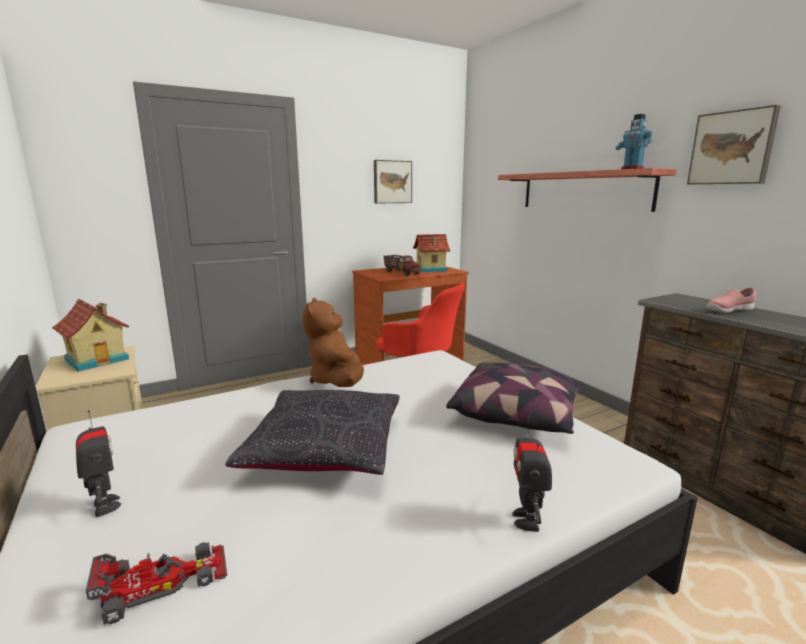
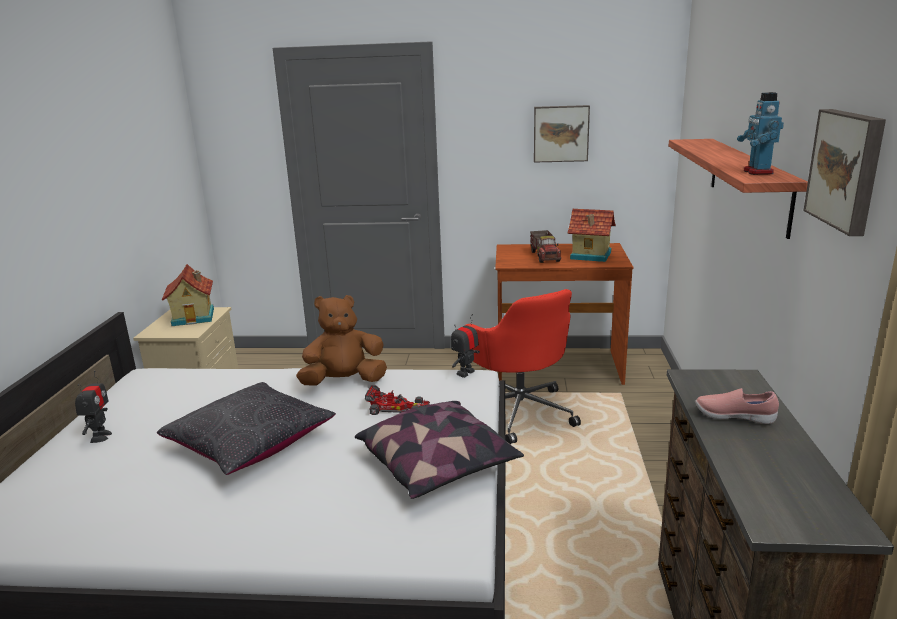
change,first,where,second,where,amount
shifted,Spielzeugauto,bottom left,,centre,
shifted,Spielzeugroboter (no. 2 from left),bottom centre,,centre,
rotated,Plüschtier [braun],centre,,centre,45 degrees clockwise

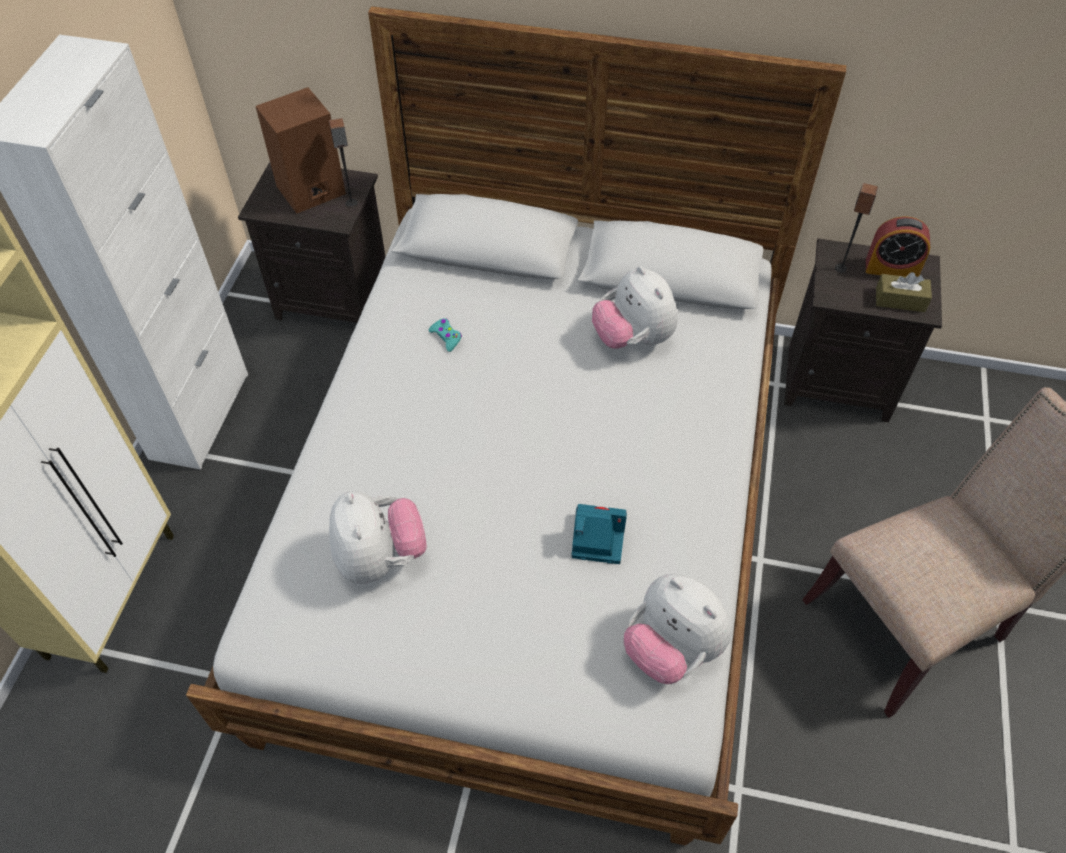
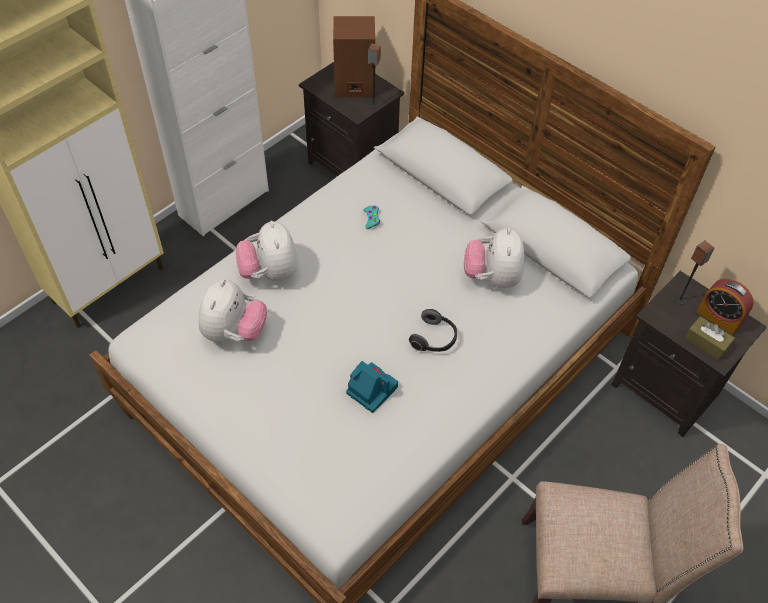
change,first,where,second,where,amount
new,,,Kopfhörer,centre,
shifted,Plüschtier (no. 3 from left in the first image),bottom centre,Plüschtier (no. 2 from left),centre,

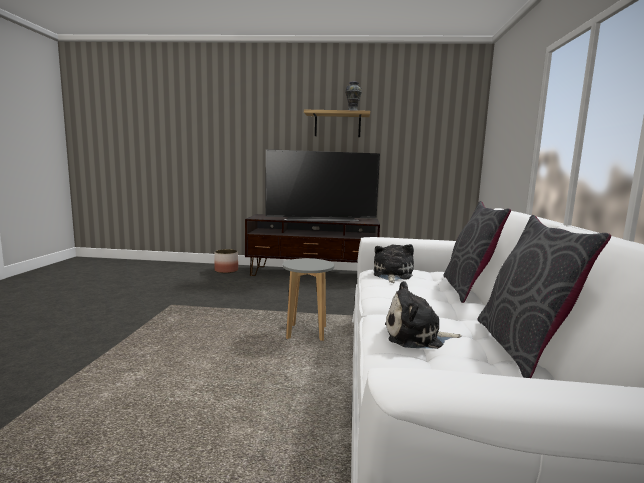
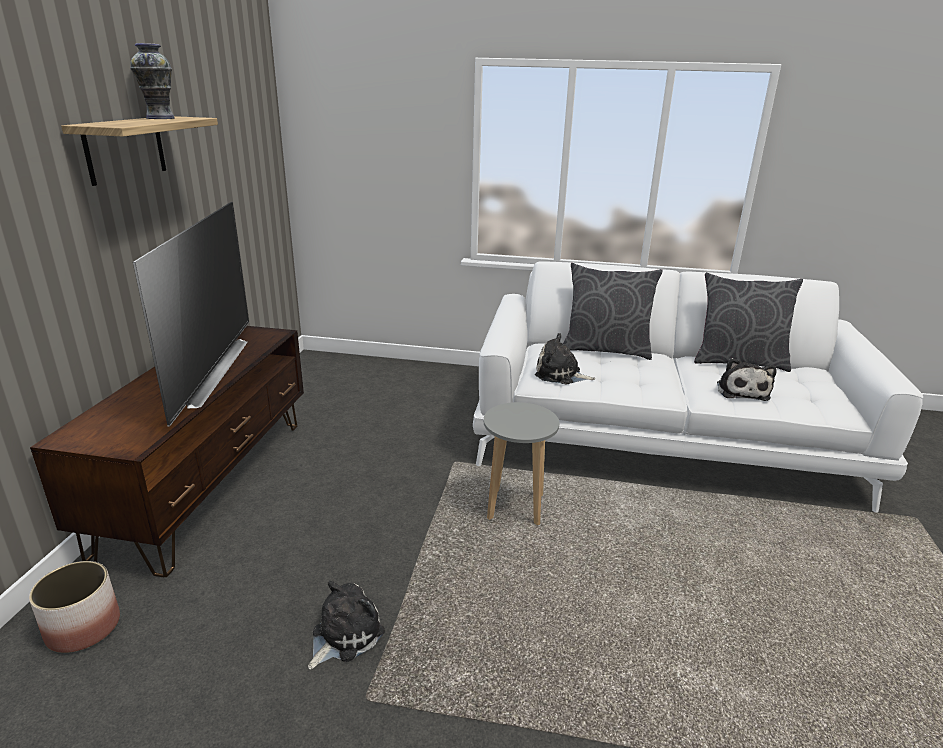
change,first,where,second,where,amount
new,,,Plüschtier (no. 1 from left),bottom centre,

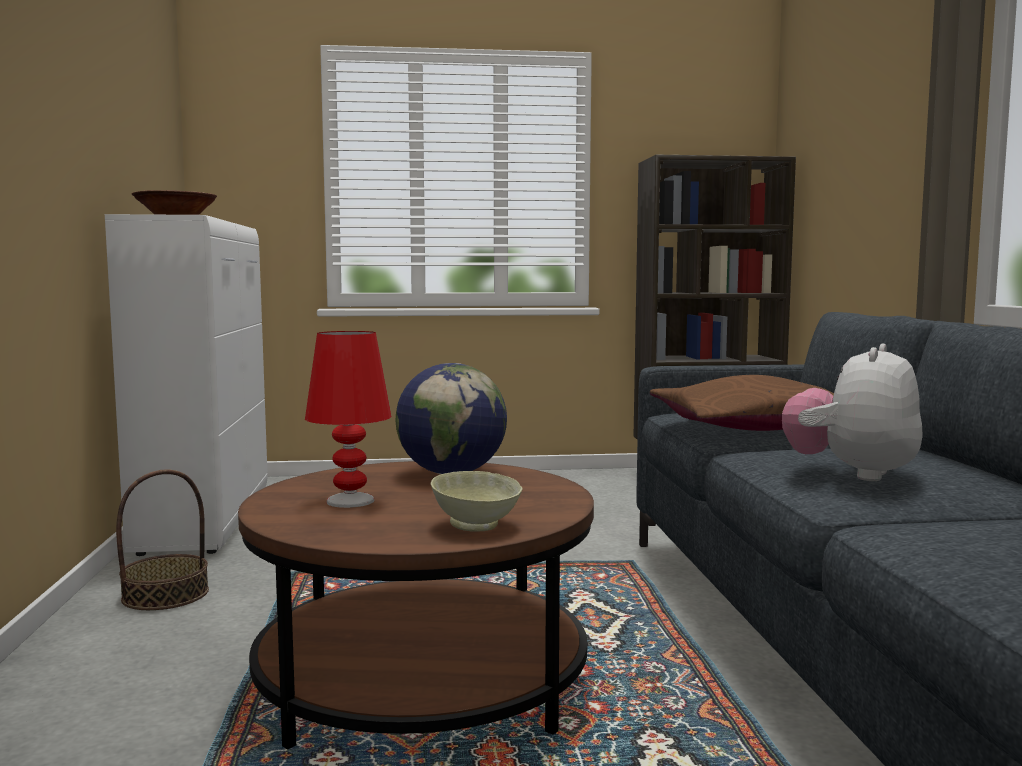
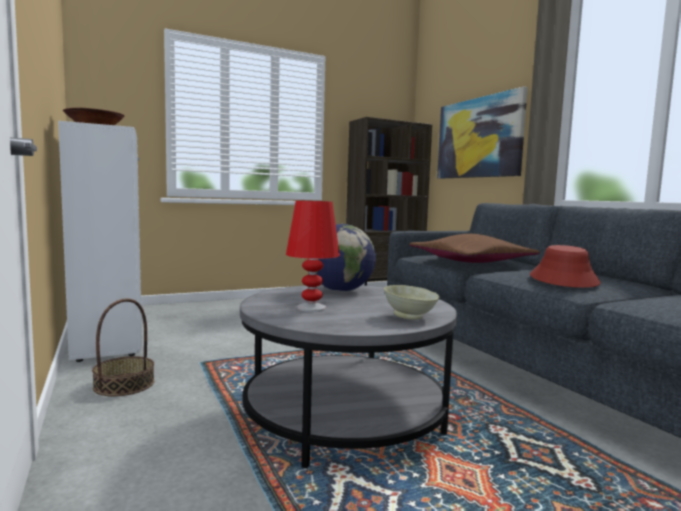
change,first,where,second,where,amount
new,,,Bild,top right,
swapped,Plüschtier,middle right,Hut [rot],middle right,
repainted,Couchtisch [braun],bottom centre,Couchtisch [grau],bottom centre,

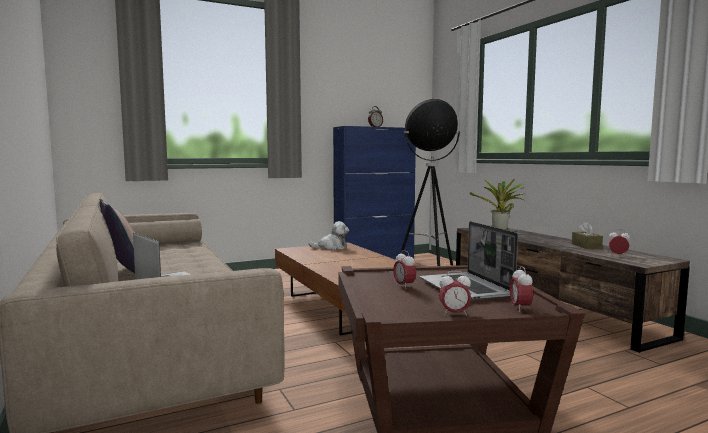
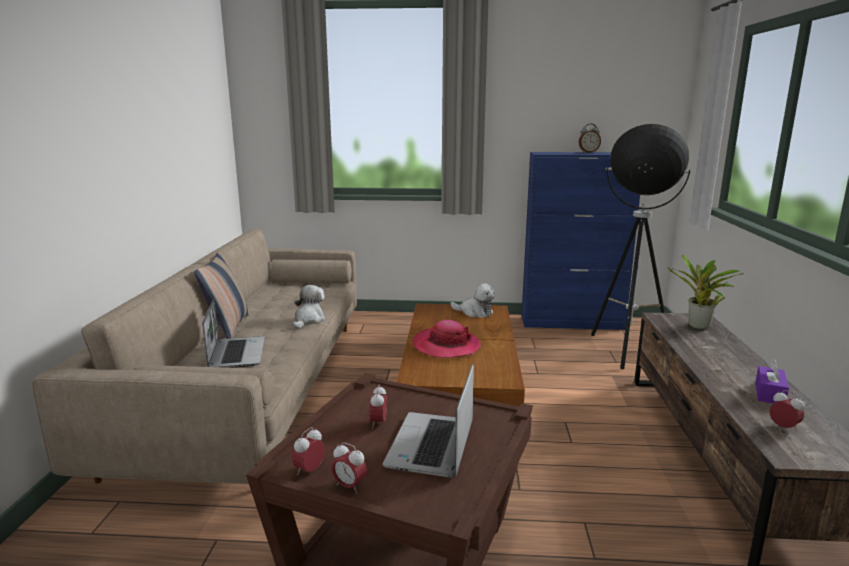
change,first,where,second,where,amount
new,,,Plüschtier (no. 1 from left),centre,
new,,,Hut,centre,
shifted,Wecker (no. 4 from left in the first image),bottom right,Wecker (no. 1 from left),bottom centre,
repainted,Taschentuchbox [braun],middle right,Taschentuchbox [lila],bottom right,

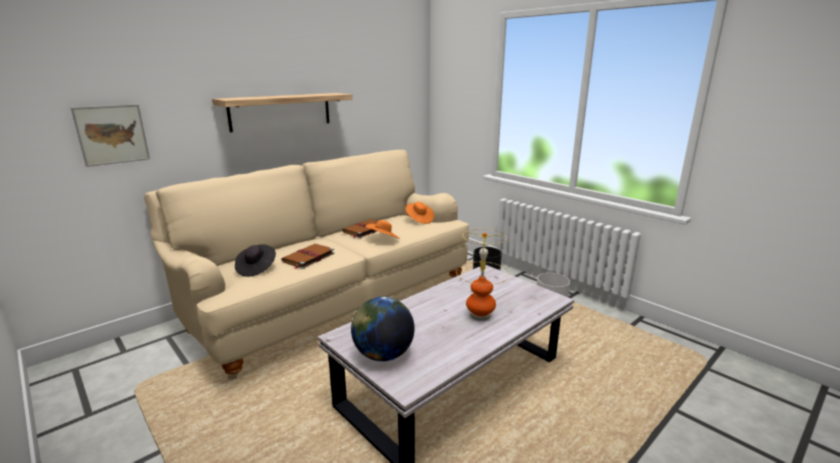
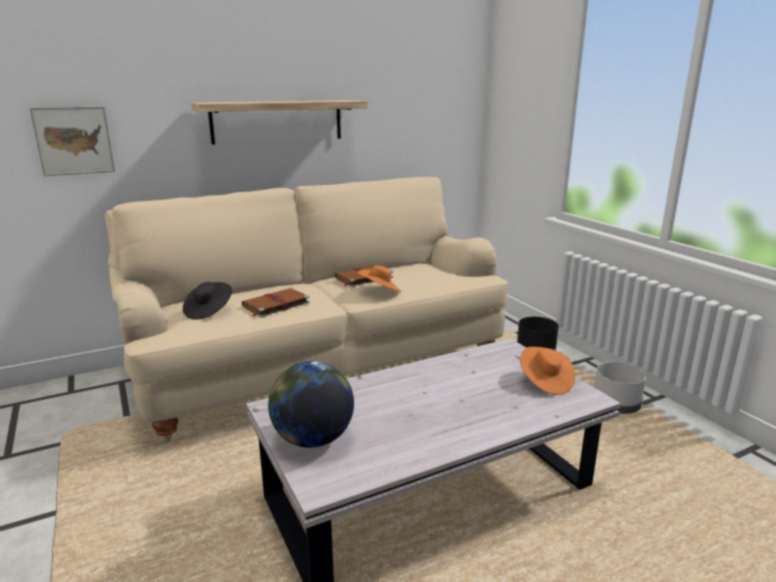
change,first,where,second,where,amount
gone,Tischlampe,centre,,,
shifted,Hut [orange] (no. 2 from left),centre,,middle right,

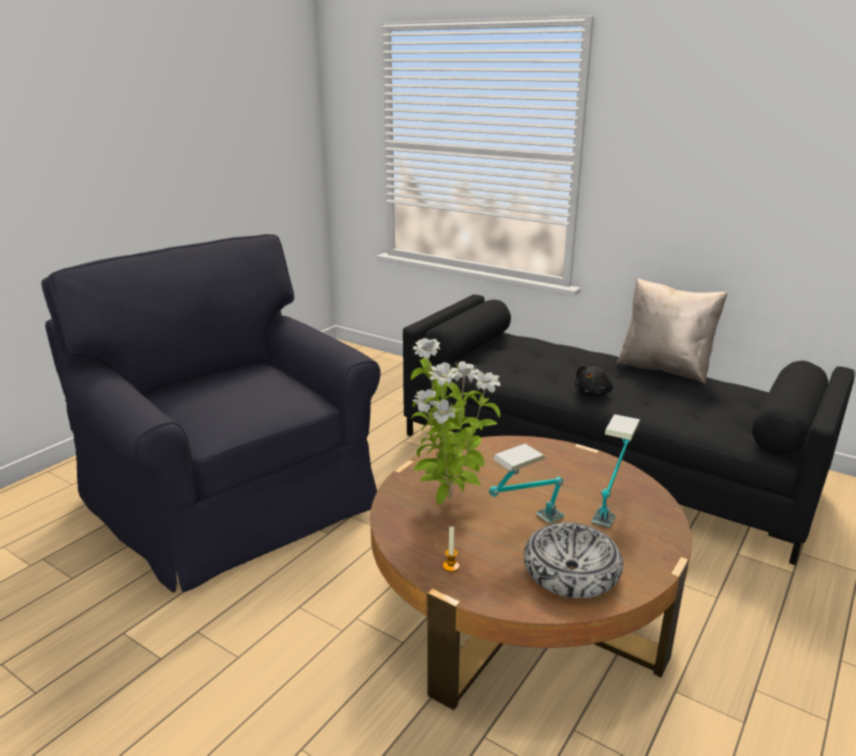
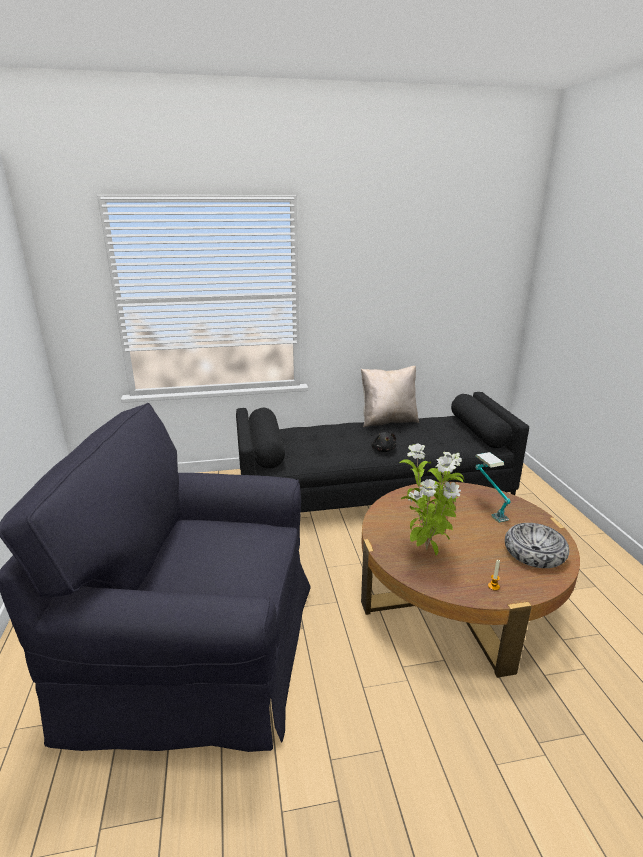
change,first,where,second,where,amount
gone,Tischlampe (no. 1 from left),centre,,,

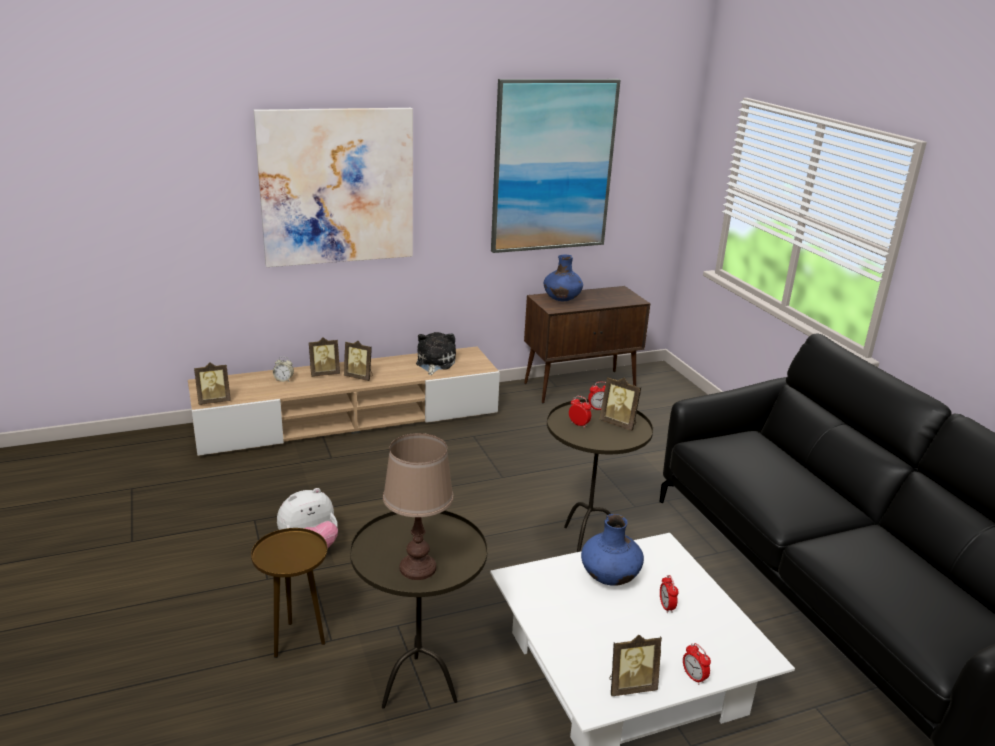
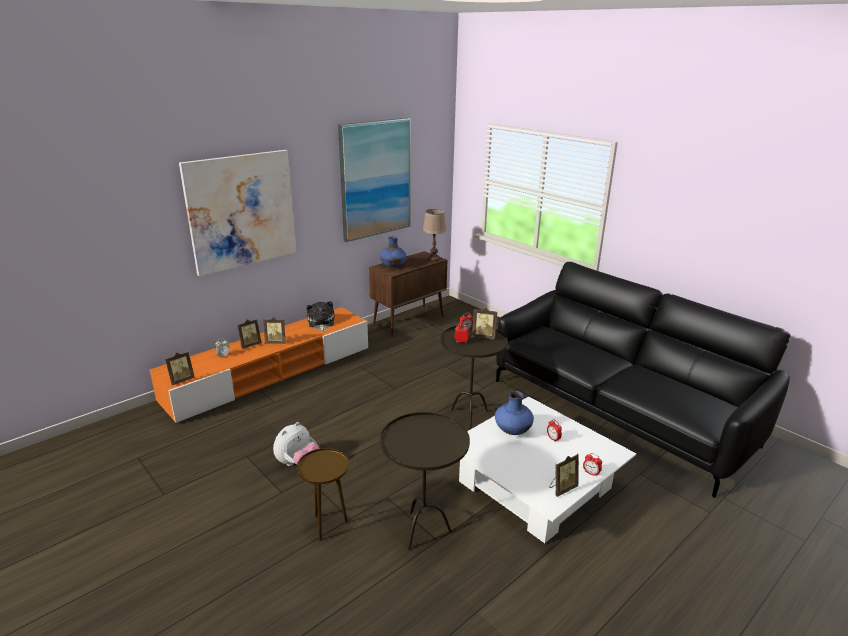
change,first,where,second,where,amount
shifted,Tischlampe [braun],bottom centre,,centre,
repainted,Fernsehschrank [beige],centre,Fernsehschrank [orange],middle left,

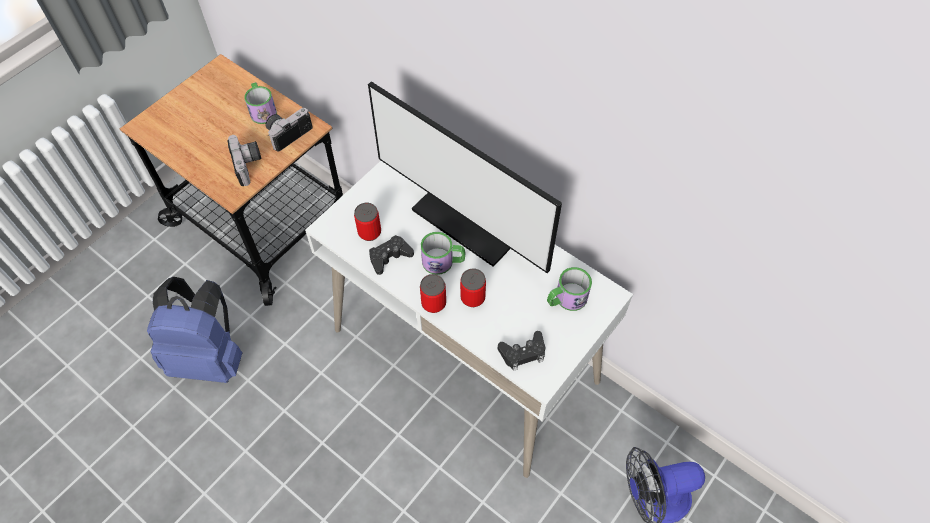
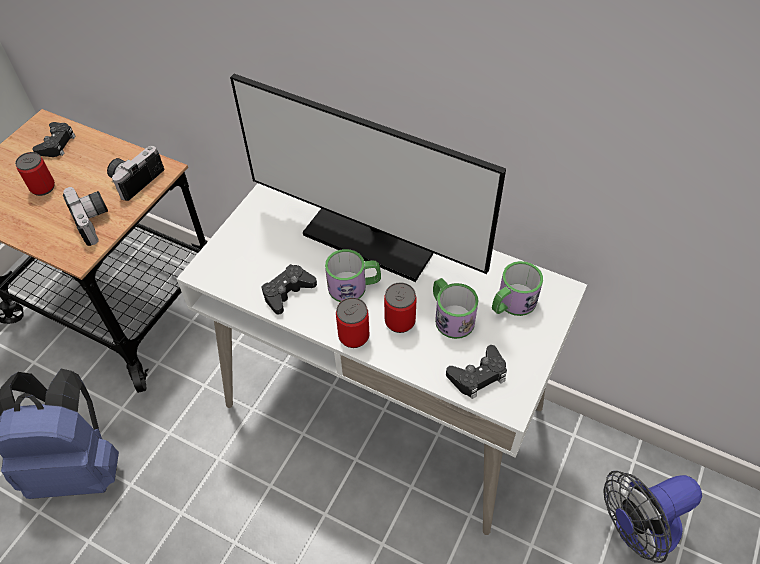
change,first,where,second,where,amount
new,,,Gamepad [schwarz] (no. 1 from left),top left,
shifted,Henkelbecher (no. 1 from left in the first image),top left,Henkelbecher (no. 2 from left),centre,
shifted,Dose (no. 1 from left),centre,,top left,

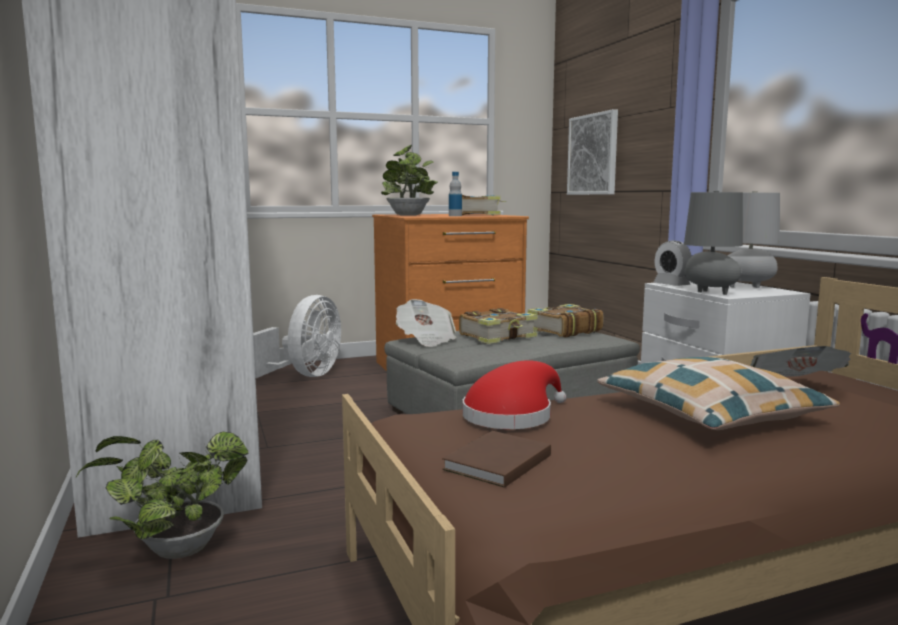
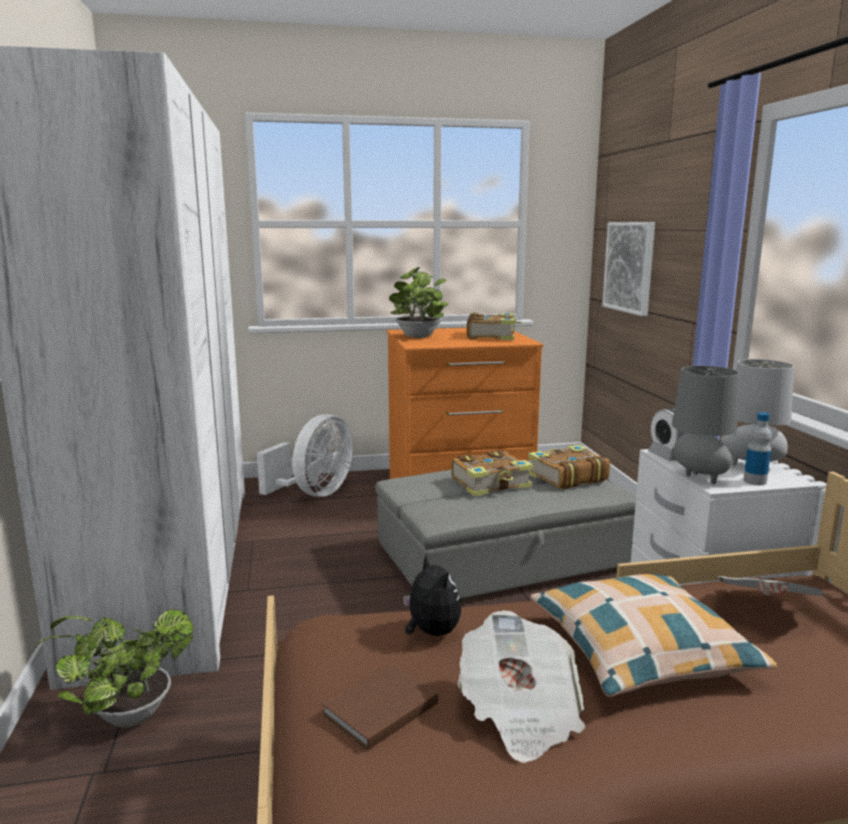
change,first,where,second,where,amount
shifted,Zeitung (no. 1 from left),centre,,bottom centre,
shifted,Flasche,top centre,,middle right,
swapped,Hut [rot],centre,Plüschtier,bottom centre,

